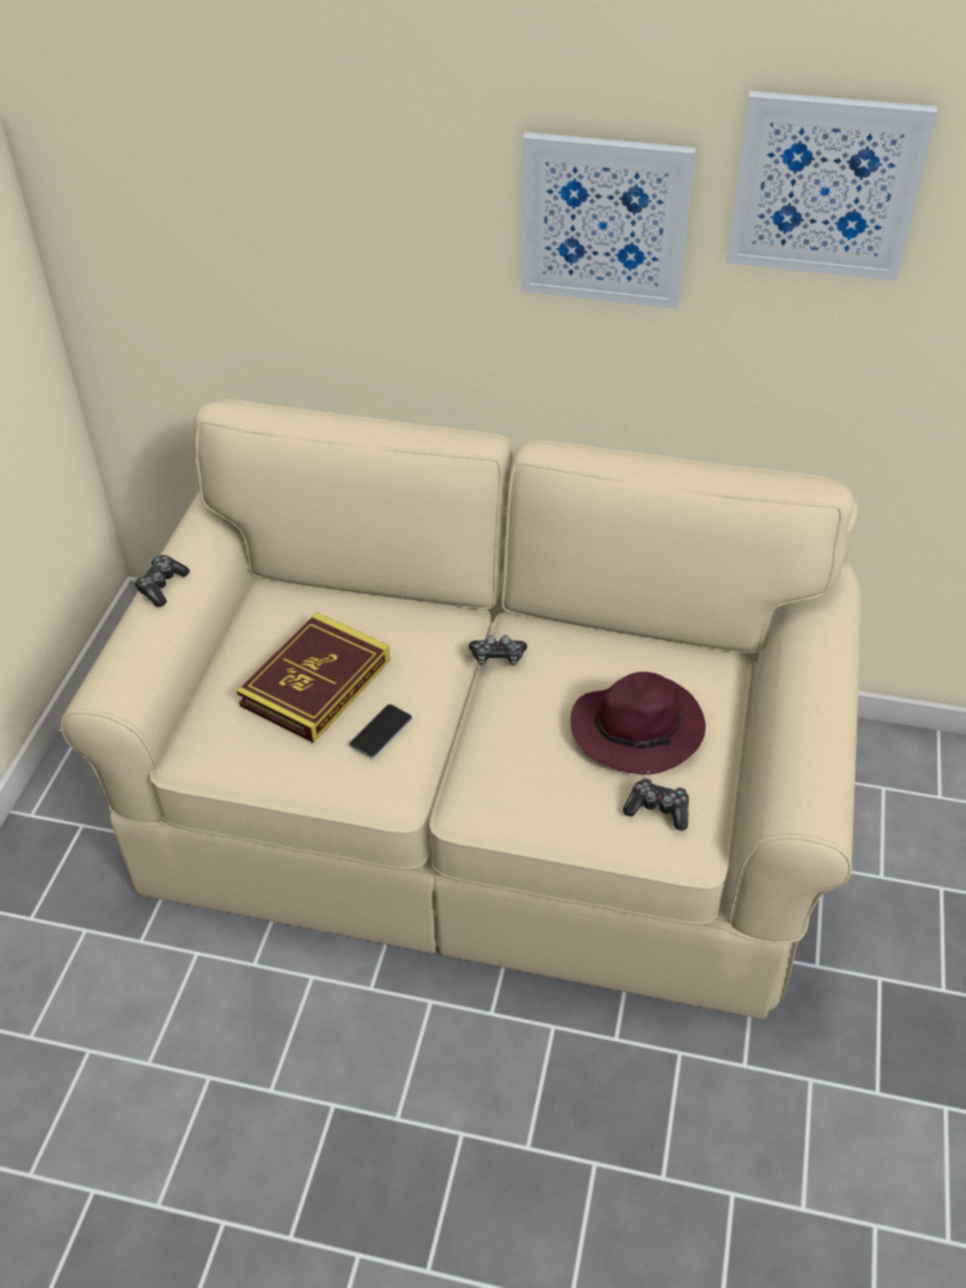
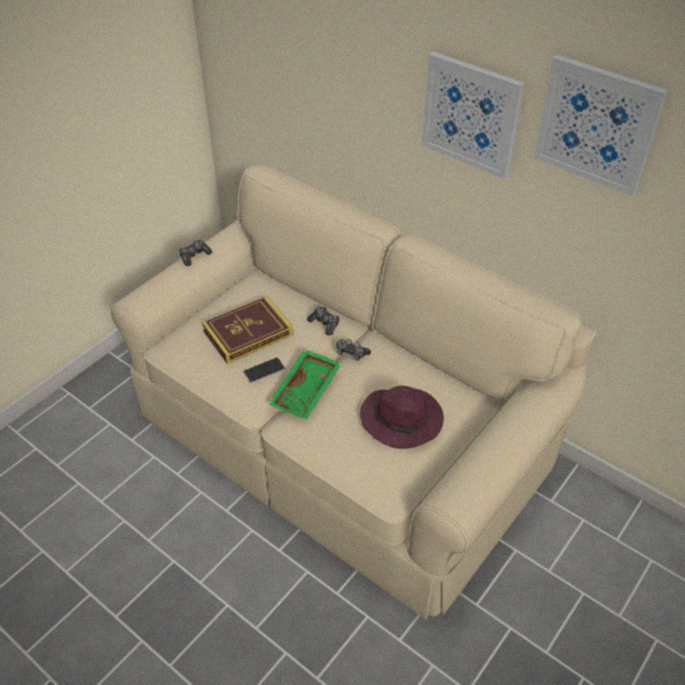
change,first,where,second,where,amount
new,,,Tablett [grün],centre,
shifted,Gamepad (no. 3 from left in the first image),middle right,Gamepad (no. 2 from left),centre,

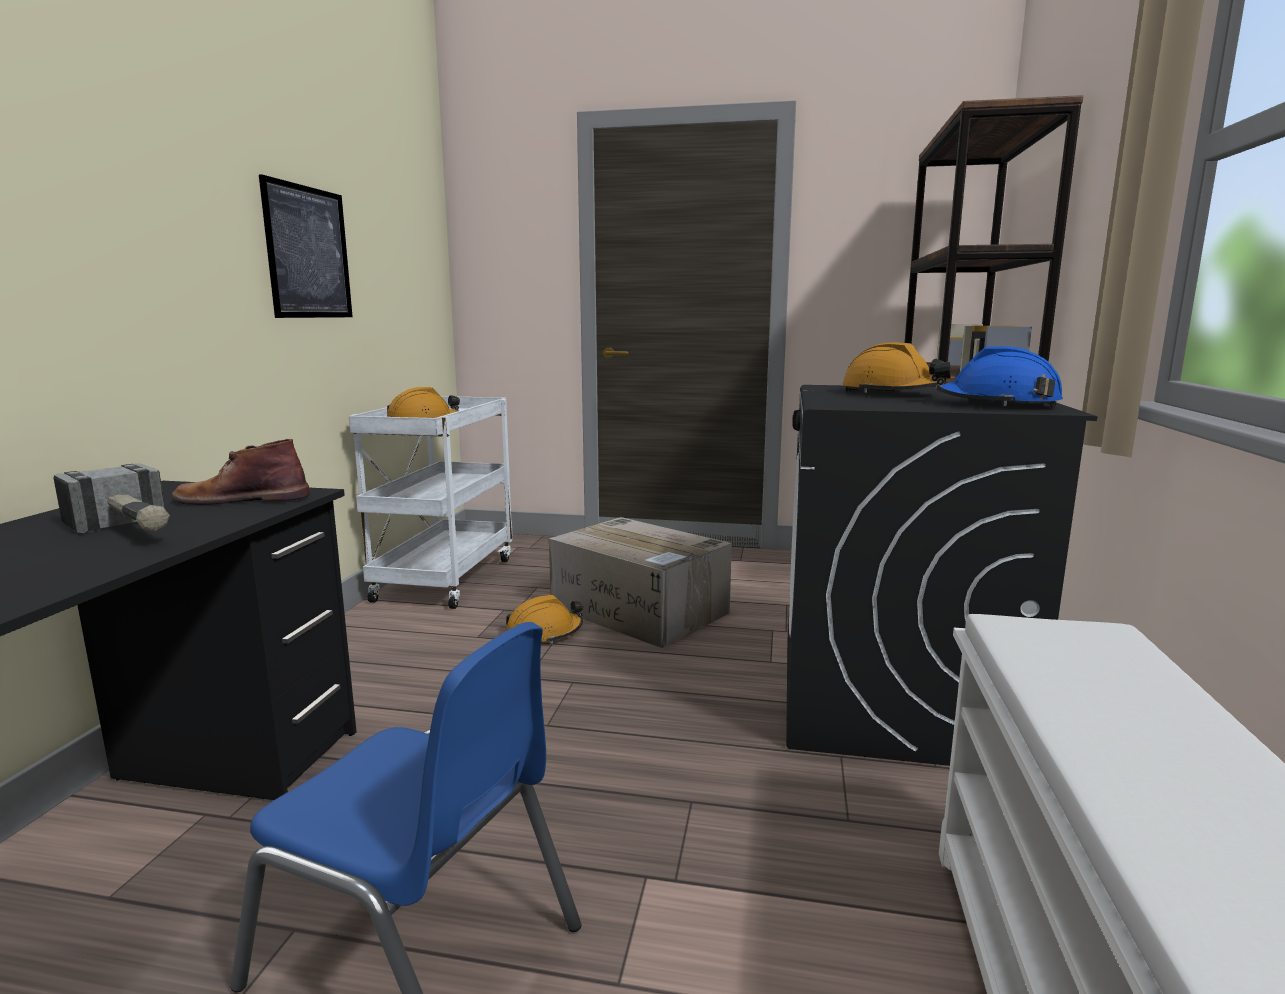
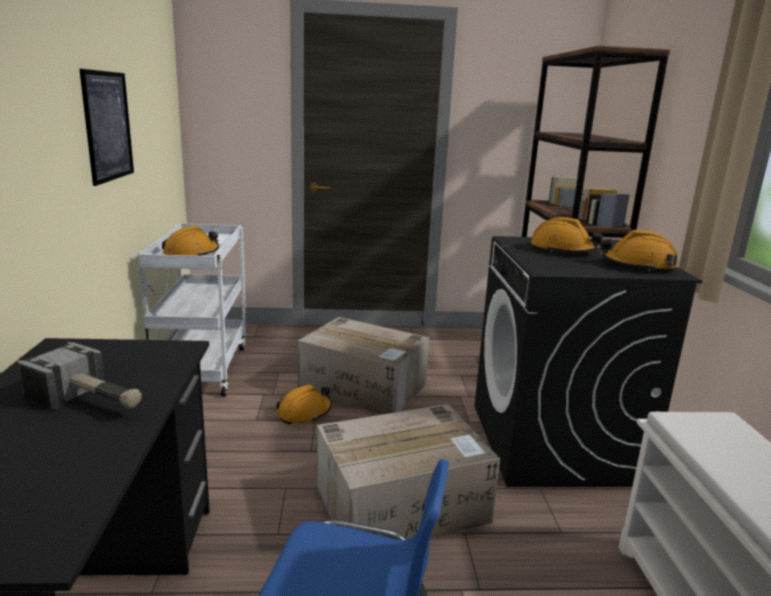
change,first,where,second,where,amount
gone,Stiefel [braun],middle left,,,
new,,,Karton (no. 2 from left),bottom centre,
repainted,Schutzhelm [blau],middle right,Schutzhelm [orange] (no. 4 from left),middle right,

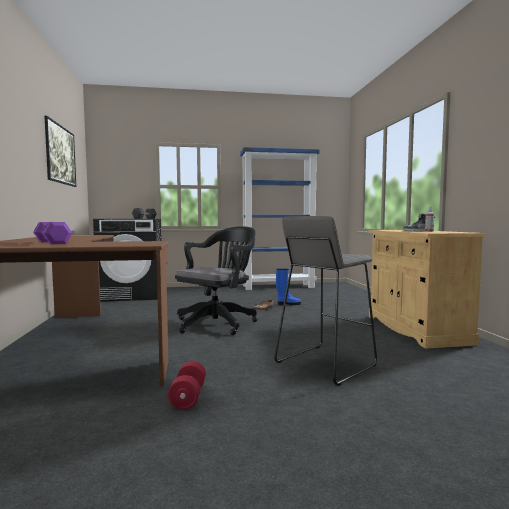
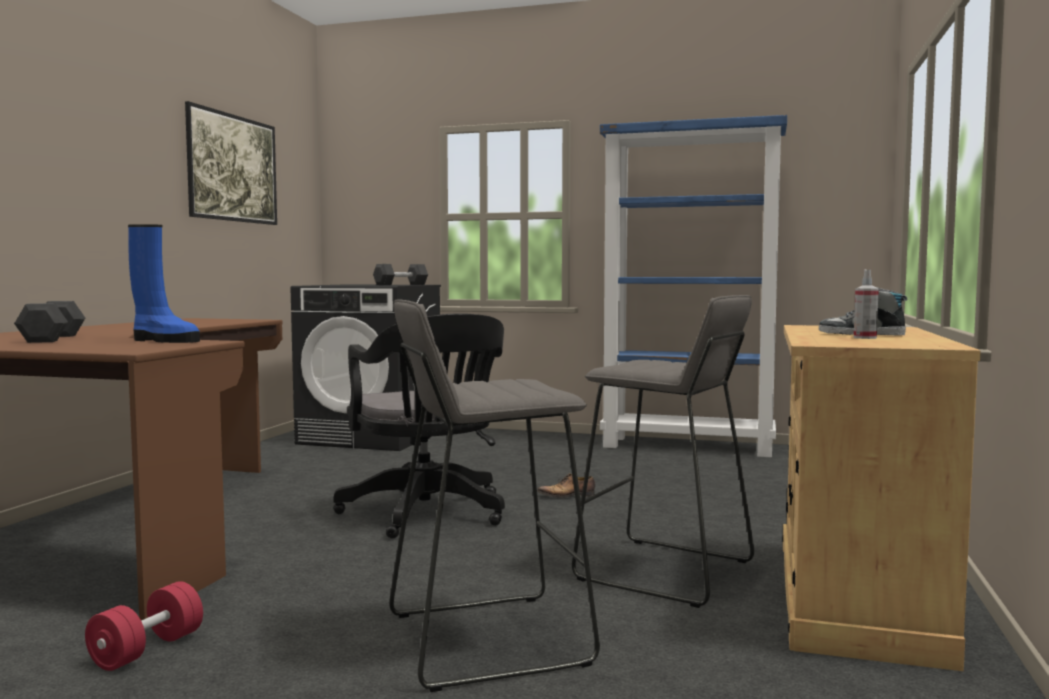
change,first,where,second,where,amount
new,,,Hocker [grau] (no. 2 from left),centre,
shifted,Stiefel [blau],centre,,middle left,
repainted,Hantel [lila],middle left,Hantel [schwarz] (no. 1 from left),middle left,
rotated,Bürostuhl [schwarz],centre,,centre,90 degrees clockwise

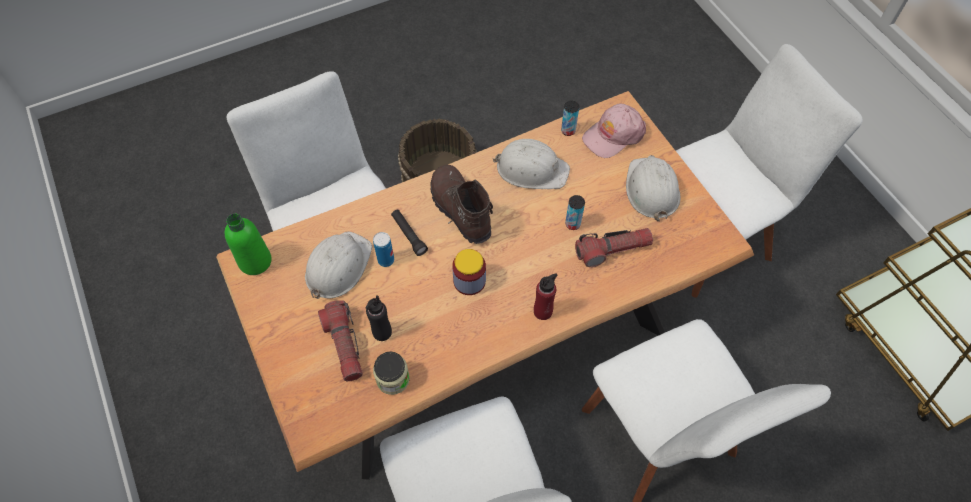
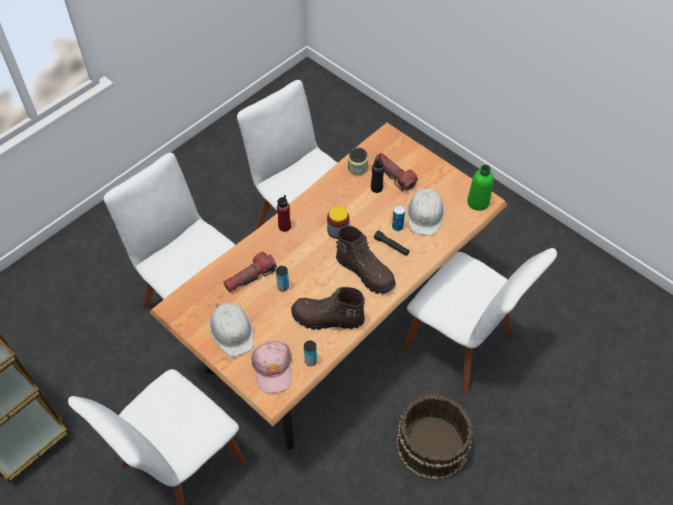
change,first,where,second,where,amount
swapped,Schutzhelm [weiß] (no. 2 from left),top centre,Stiefel [braun] (no. 1 from left),centre,
rotated,Kappe [rosa],top centre,,bottom centre,135 degrees clockwise

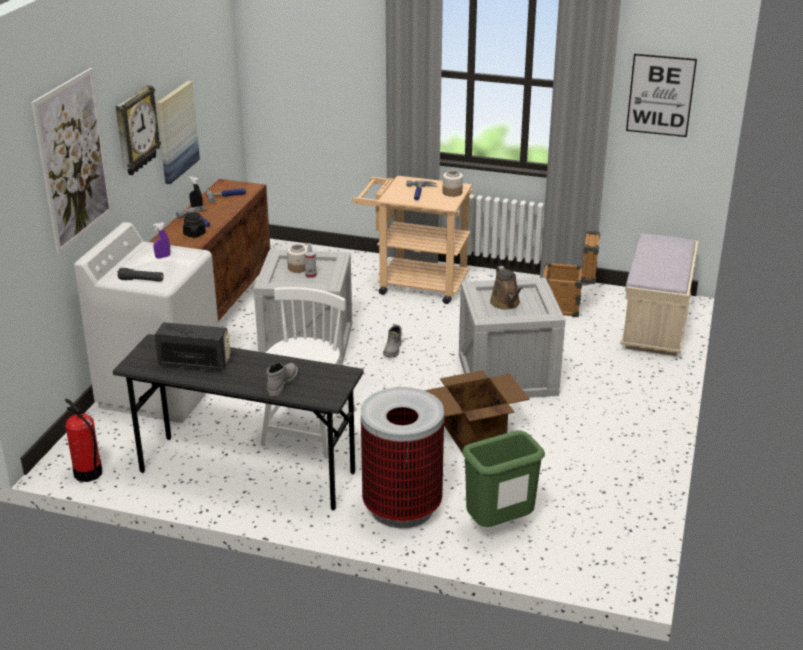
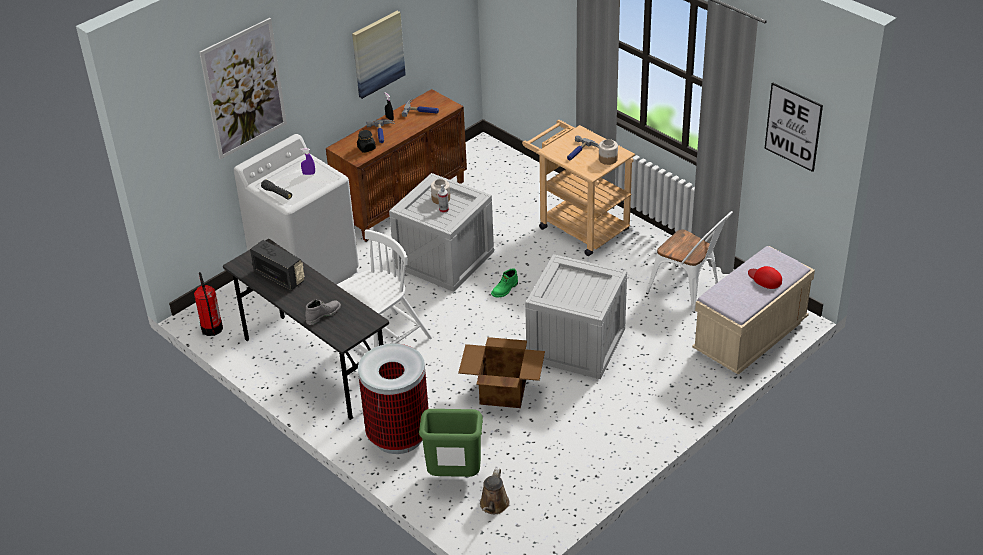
change,first,where,second,where,amount
gone,Wanduhr,top left,,,
new,,,Kappe [rot],middle right,
shifted,Gießkanne [braun],centre,,bottom centre,
swapped,Kiste (no. 3 from left),middle right,Stuhl [weiß] (no. 2 from left),middle right,
repainted,Stiefel [grau] (no. 2 from left),centre,Stiefel [grün],centre,

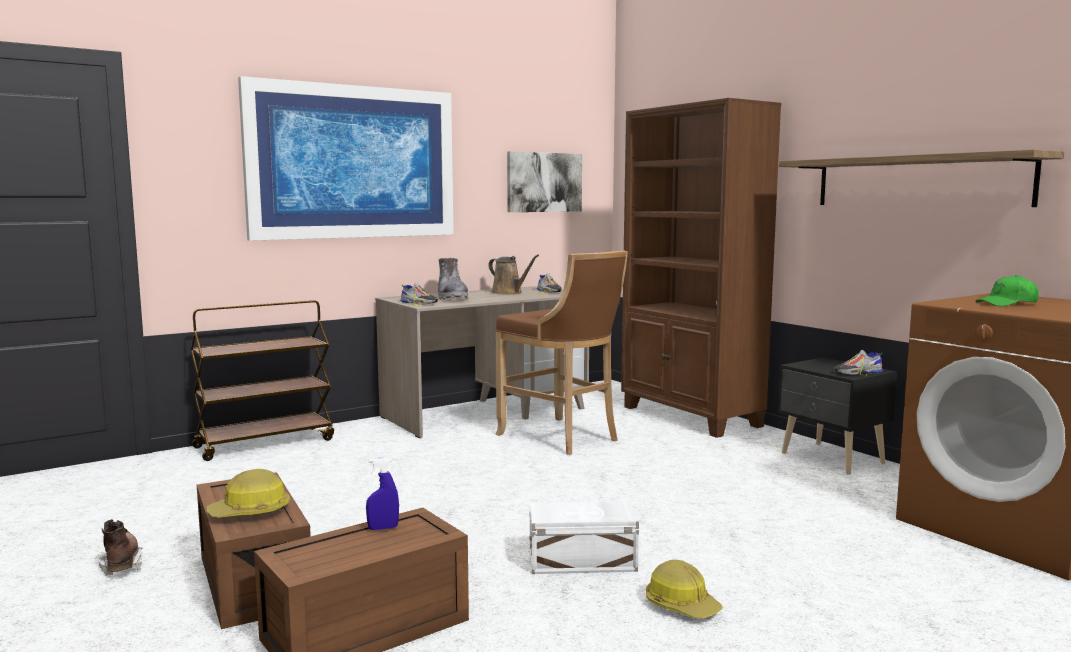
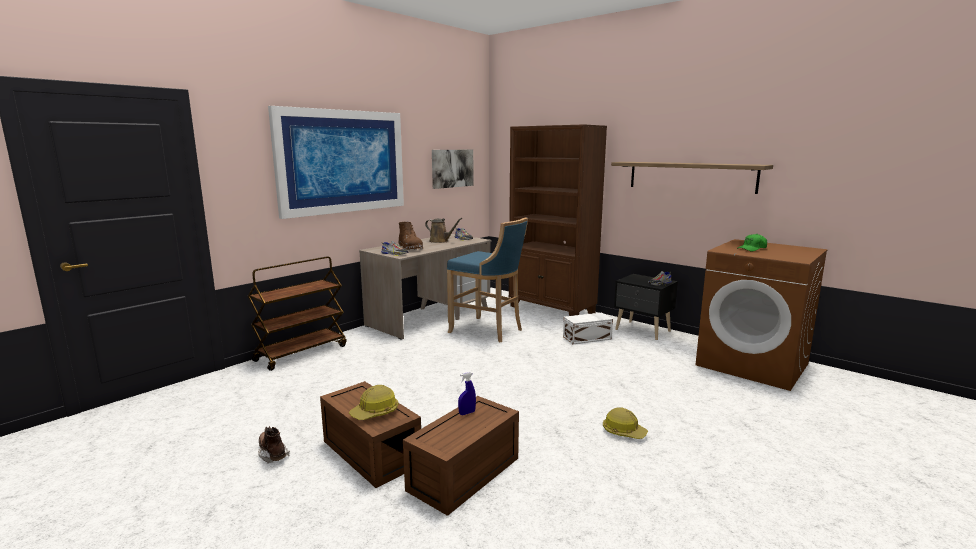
change,first,where,second,where,amount
shifted,Aufbewahrungsbox [weiß],bottom centre,,centre,
repainted,Stiefel [grau],centre,Stiefel [braun] (no. 2 from left),centre,
repainted,Hocker [braun],centre,Hocker [blau],centre,

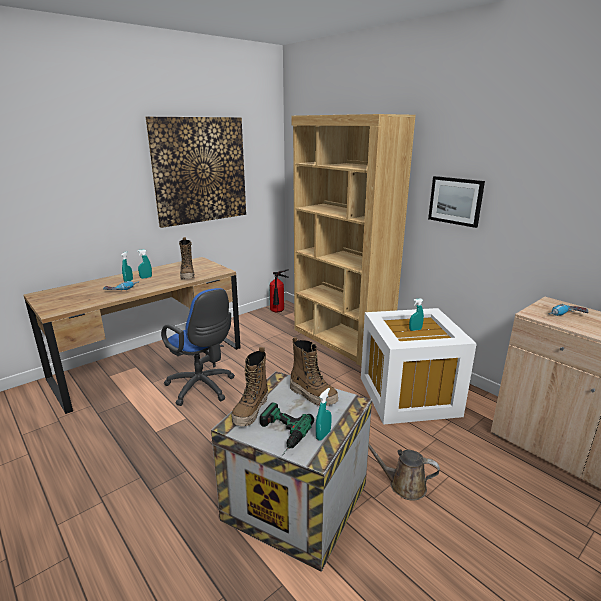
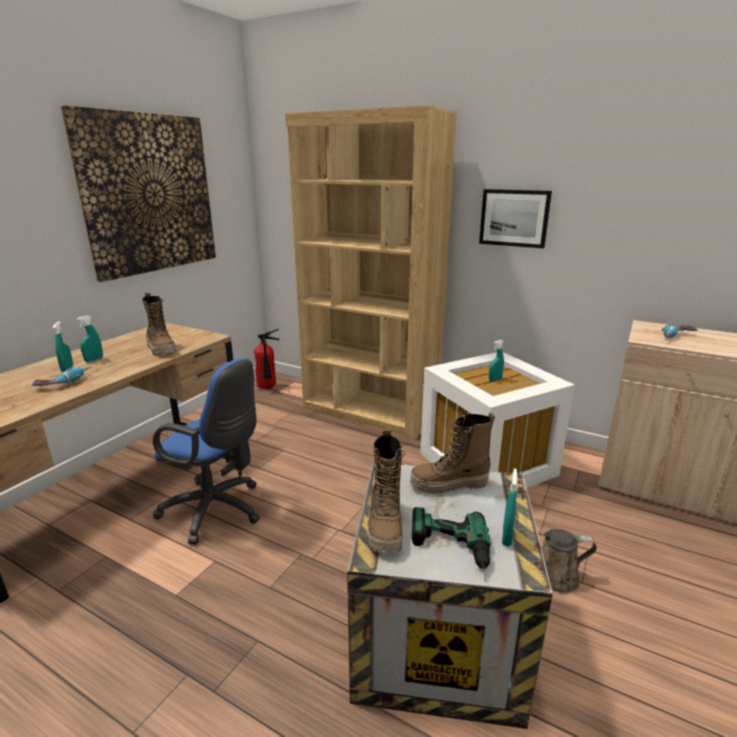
change,first,where,second,where,amount
rotated,Stiefel (no. 3 from left),centre,,centre,150 degrees clockwise

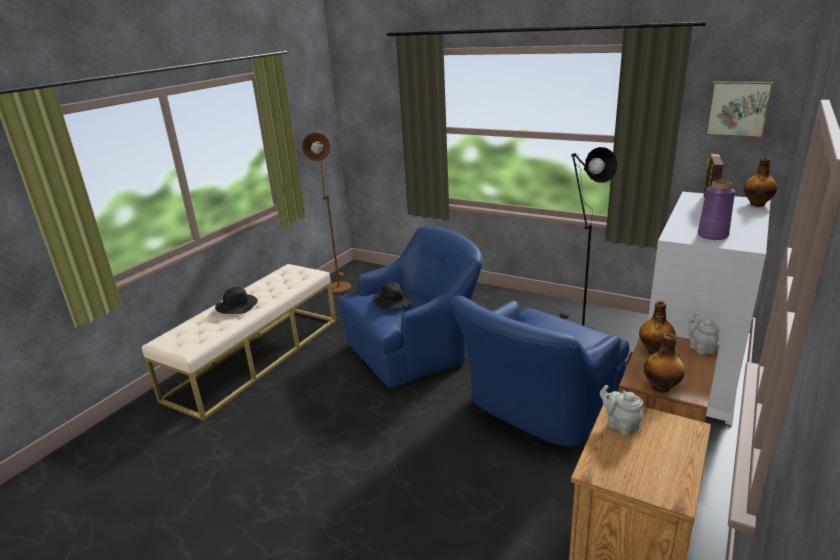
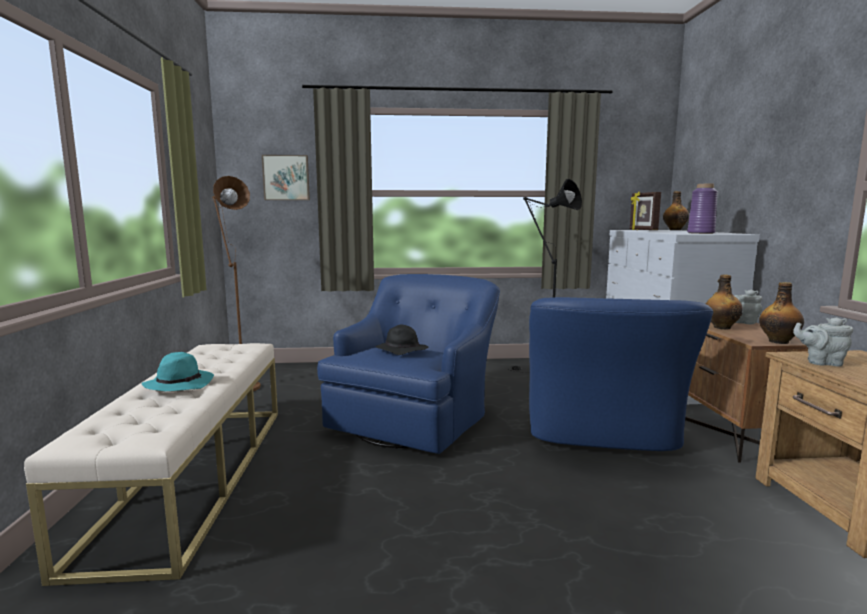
change,first,where,second,where,amount
shifted,Bild,top right,,top left,
repainted,Hut [schwarz] (no. 1 from left),middle left,Hut [türkis],middle left,

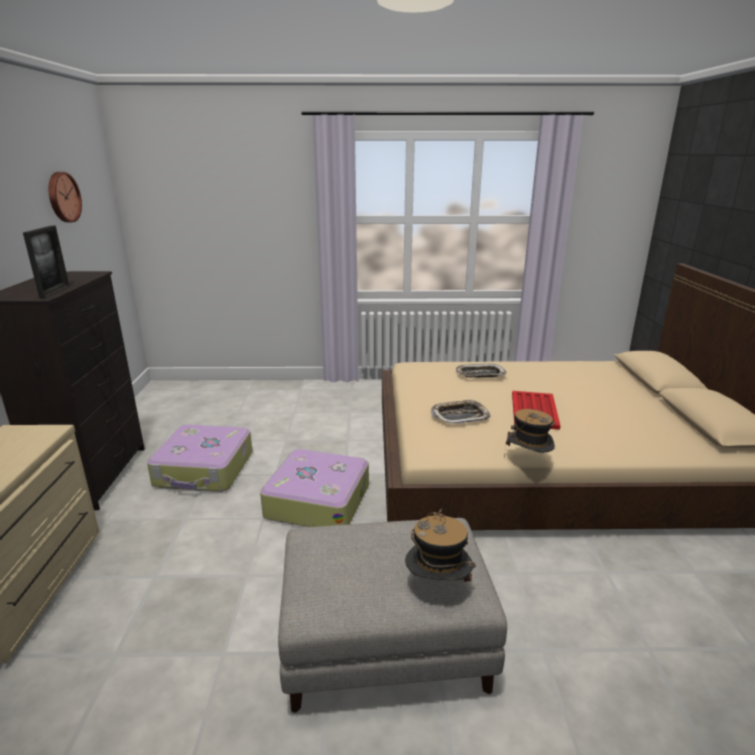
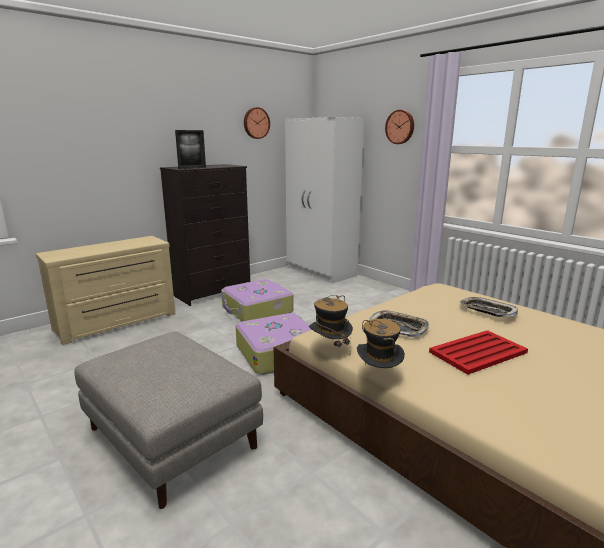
change,first,where,second,where,amount
new,,,Kleiderschrank [weiß],centre,
new,,,Wanduhr (no. 2 from left),top centre,
shifted,Hut (no. 1 from left),bottom centre,,centre,

